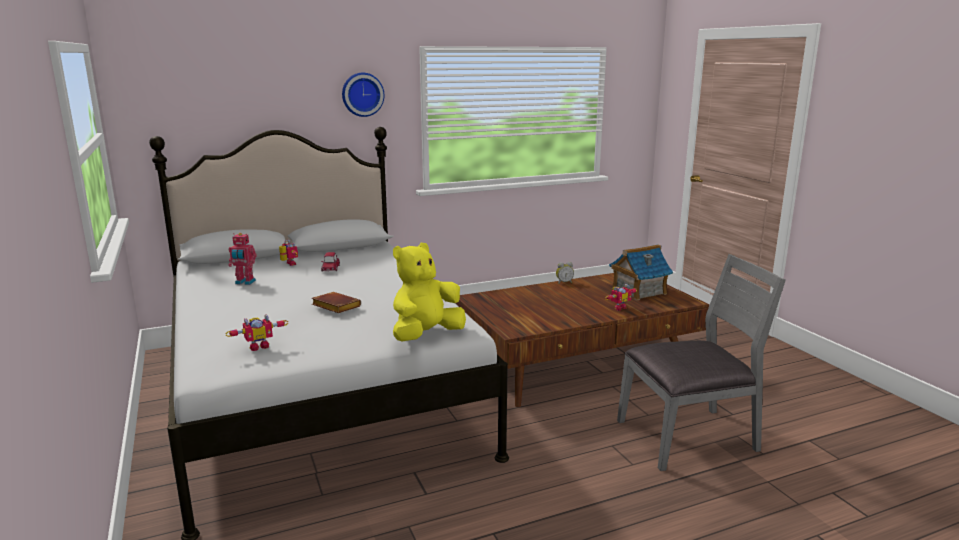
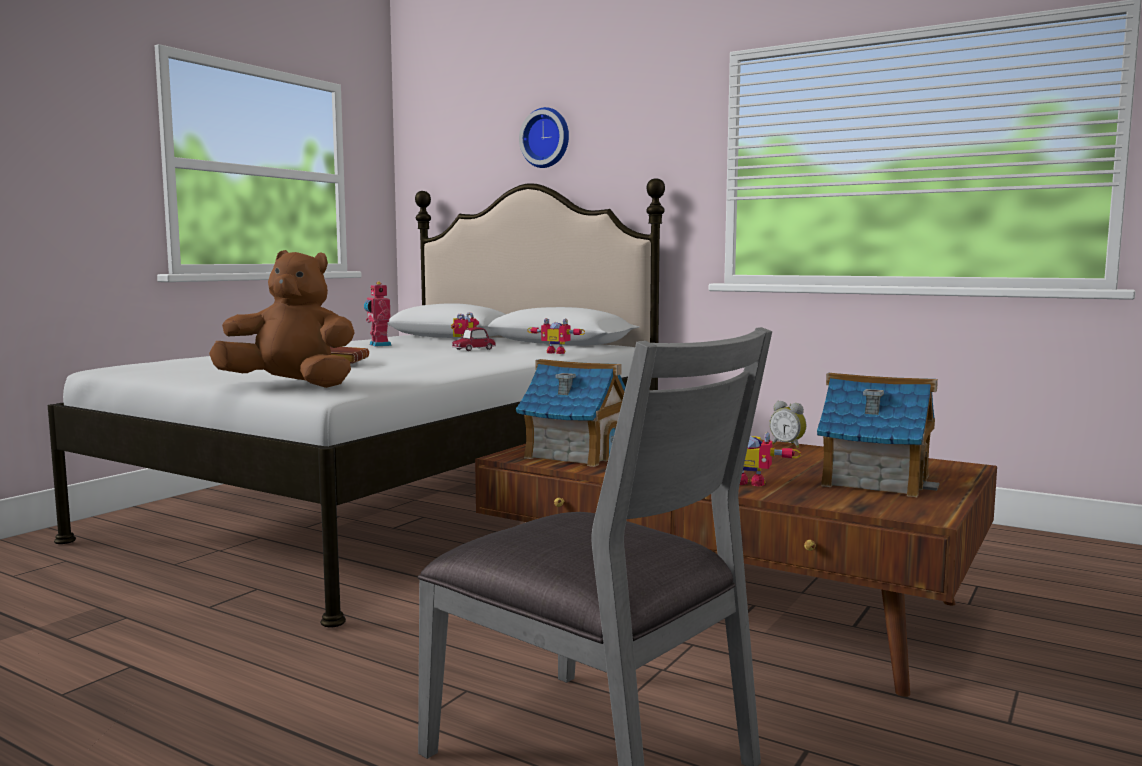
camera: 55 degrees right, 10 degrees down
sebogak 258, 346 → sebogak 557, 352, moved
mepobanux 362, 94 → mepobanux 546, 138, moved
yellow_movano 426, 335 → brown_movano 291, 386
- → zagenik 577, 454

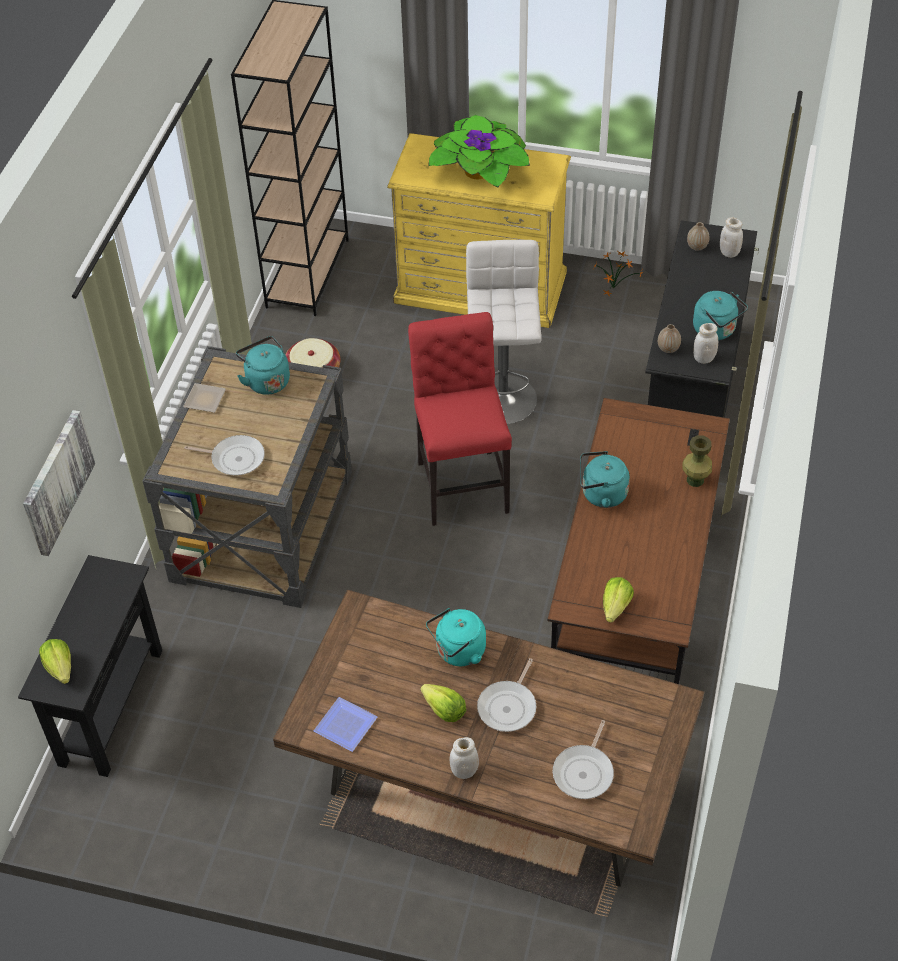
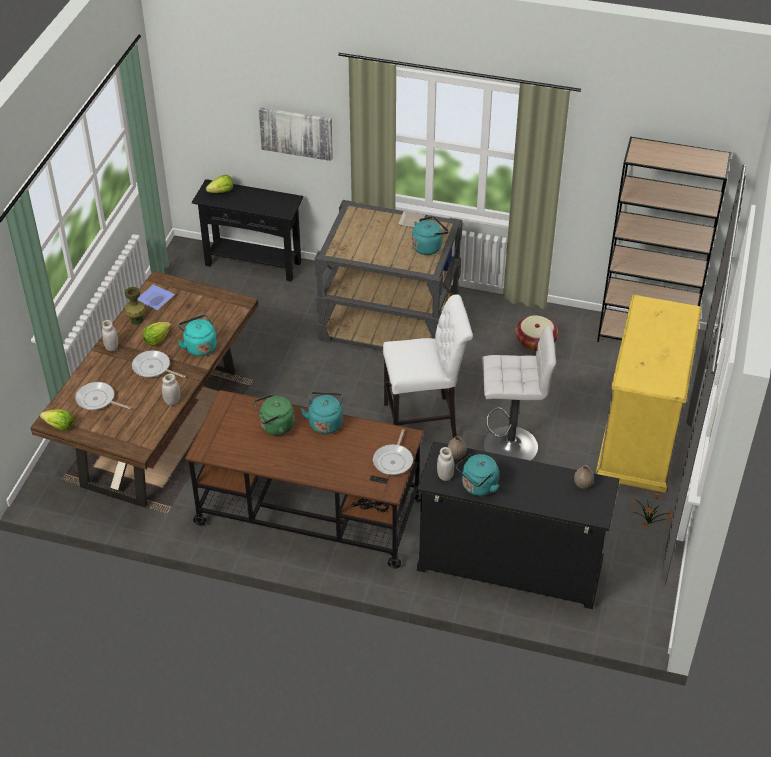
camera: 90 degrees right, 5 degrees down
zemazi 235, 458 → zemazi 394, 460, moved
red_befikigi 462, 482 → white_befikigi 425, 420
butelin 480, 172 → -
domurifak 615, 607 → domurifak 59, 426, moved
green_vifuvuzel 695, 480 → green_vifuvuzel 137, 320, moved
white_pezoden 729, 253 → white_pezoden 172, 401, moved
- → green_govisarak 275, 427

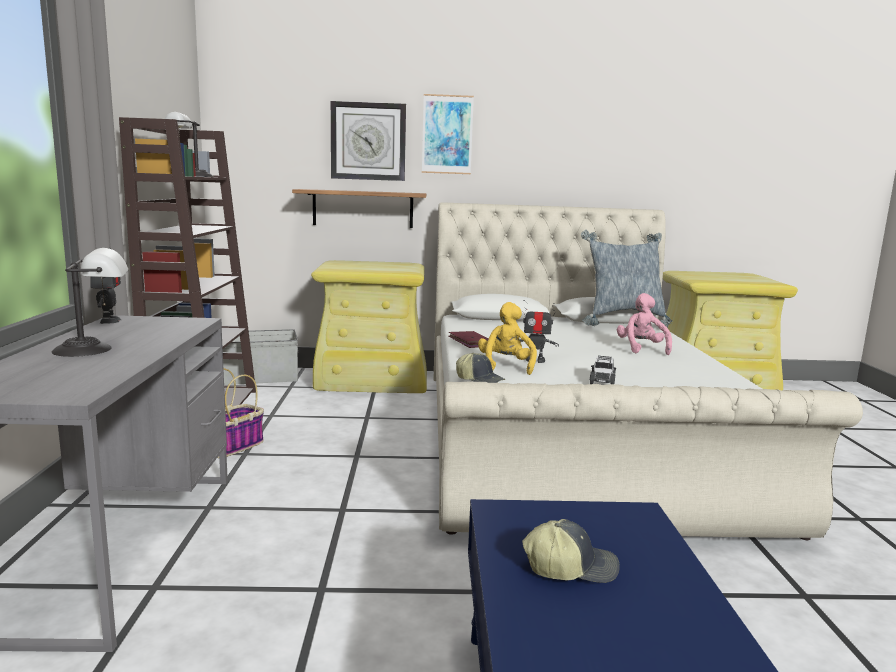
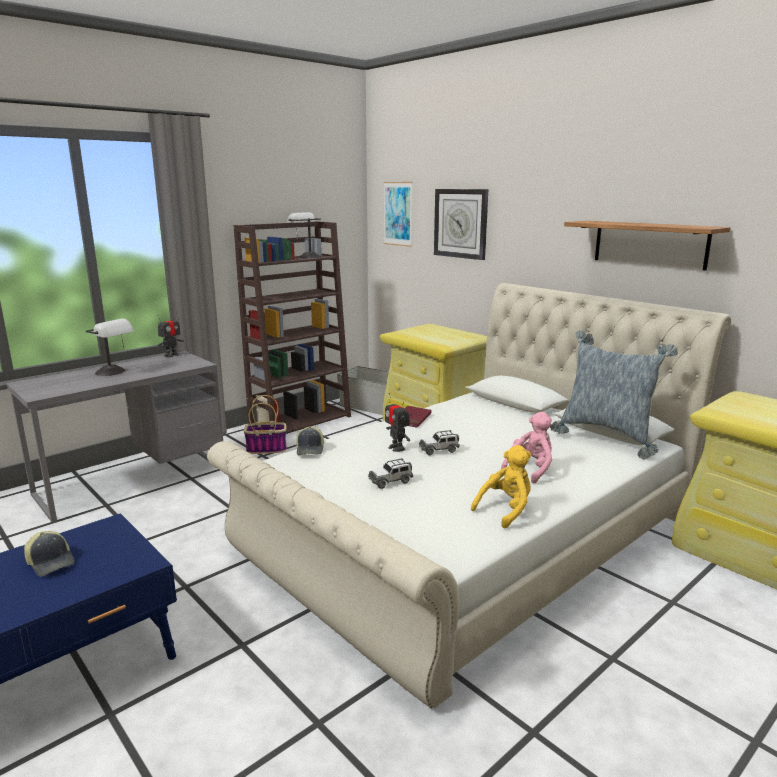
camera: 50 degrees right, 5 degrees up
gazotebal 363, 208 → gazotebal 650, 244, moved
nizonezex 447, 134 → nizonezex 398, 214, moved
yellow_movano 506, 366 → yellow_movano 506, 510, moved
- → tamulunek 439, 450

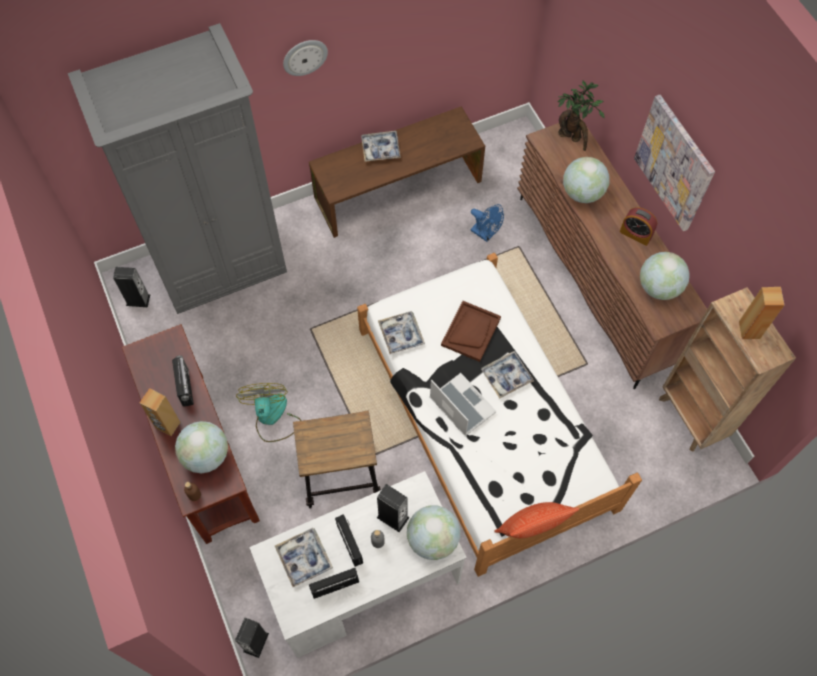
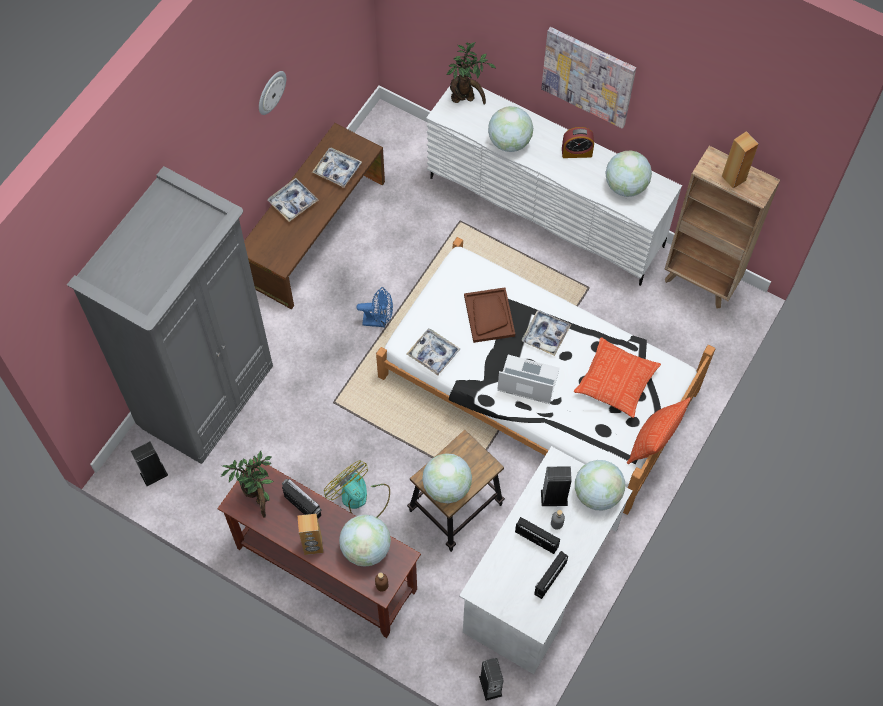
camera: 35 degrees left, 0 degrees up
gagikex 304, 558 → gagikex 337, 170, moved
mepobanux 304, 57 → mepobanux 271, 92, moved
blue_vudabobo 485, 234 → blue_vudabobo 378, 320, moved
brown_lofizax 594, 282 → white_lofizax 545, 214
- → butelin 258, 497
- → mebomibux 446, 487
- → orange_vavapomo 615, 383

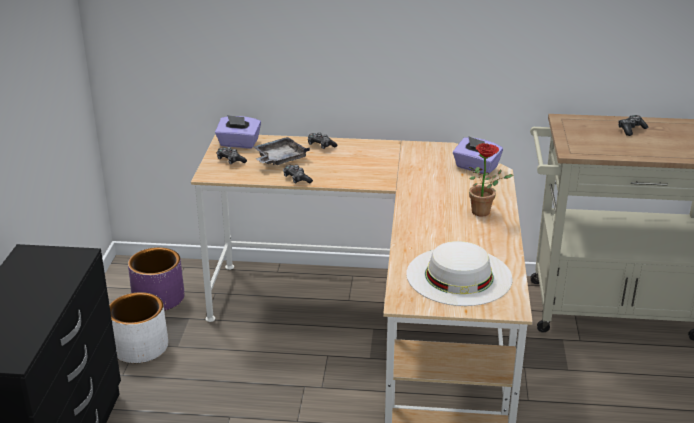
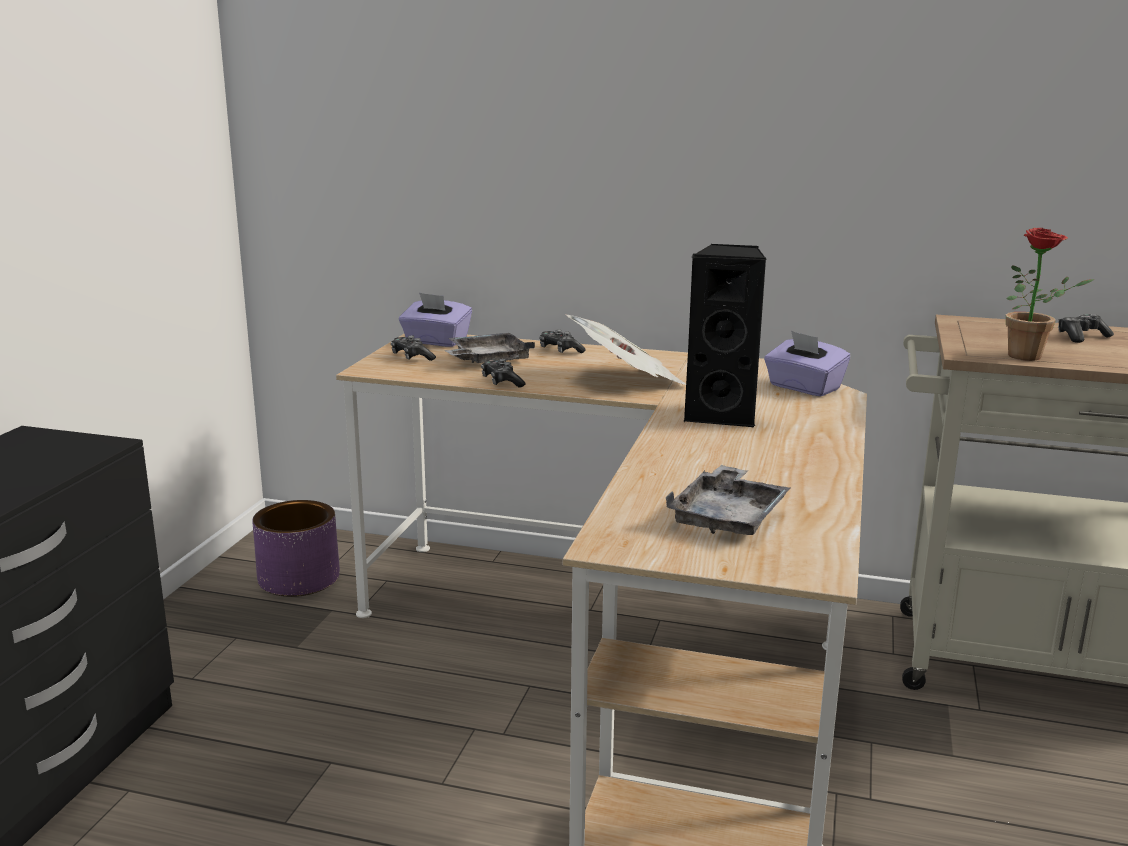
camera: 10 degrees right, 10 degrees down
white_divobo 141, 347 → -
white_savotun 459, 276 → grey_gagikex 728, 517
butelin 485, 212 → butelin 1032, 357, moved
- → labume 627, 381
- → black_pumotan 722, 415

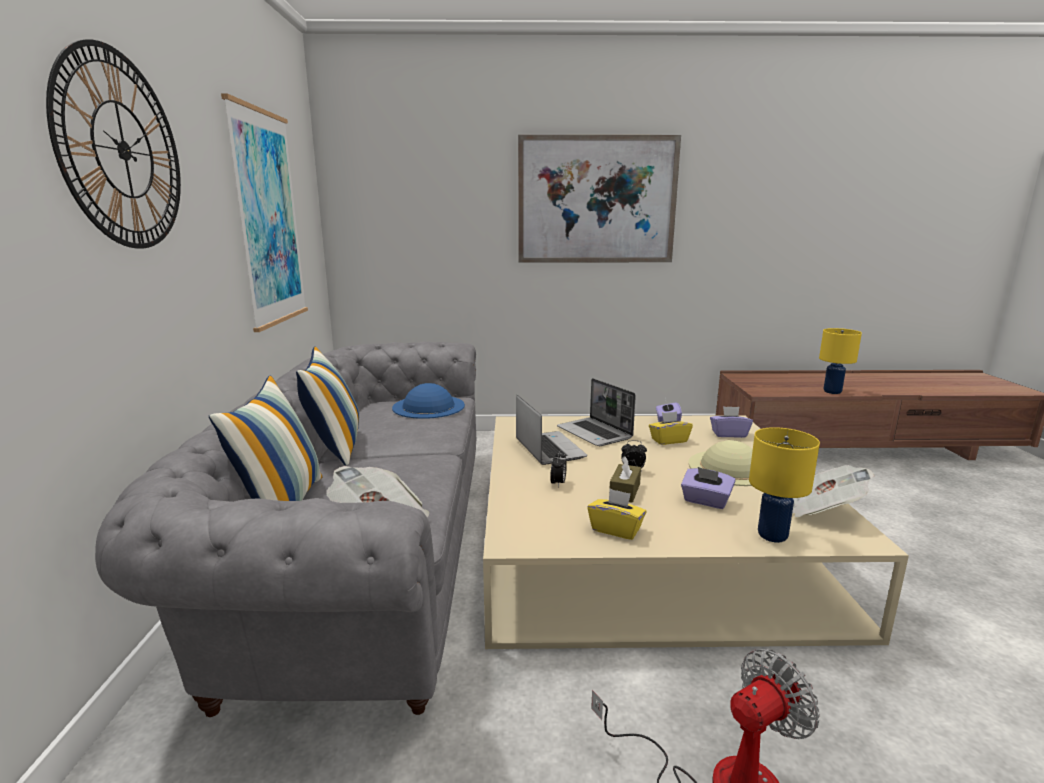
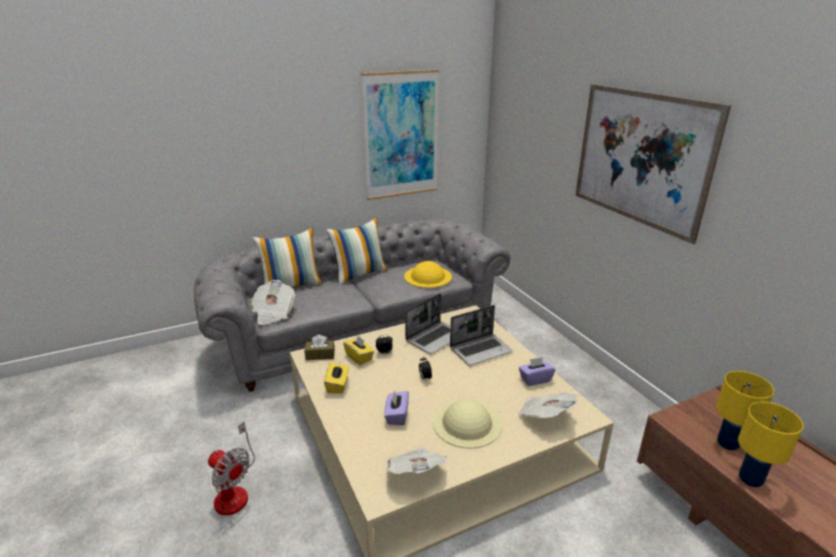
camera: 65 degrees right, 10 degrees up
mepobanux 123, 150 → -
blue_savotun 428, 406 → yellow_savotun 428, 276
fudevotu 595, 433 → fudevotu 481, 350, 150 degrees counterclockwise
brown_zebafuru 624, 491 → brown_zebafuru 320, 355, moved
yellow_zebafuru 669, 440 → yellow_zebafuru 359, 357, moved
purple_zebafuru 729, 434 → labume 545, 416
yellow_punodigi 773, 536 → yellow_punodigi 729, 444, moved

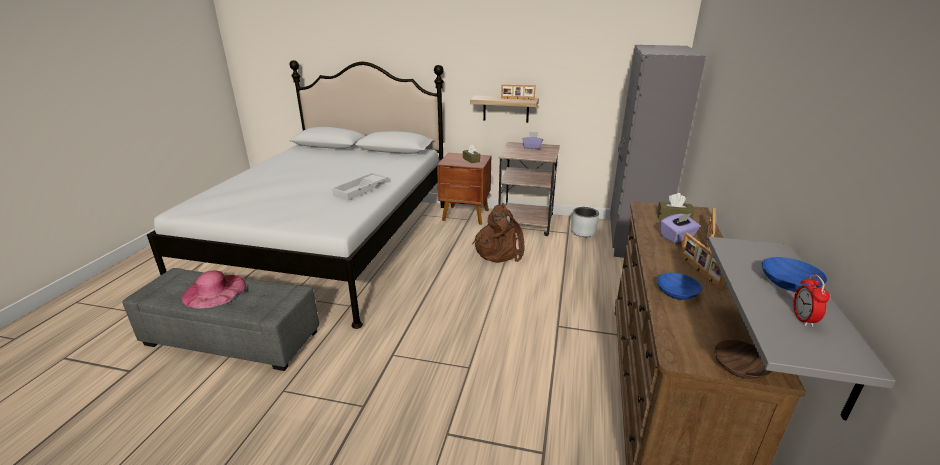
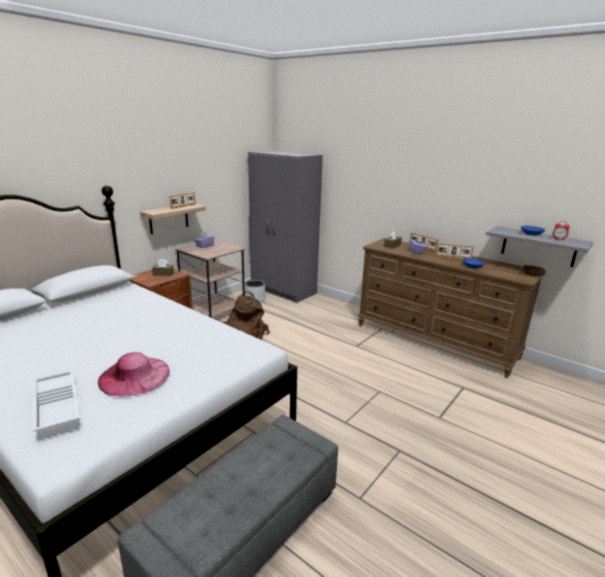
camera: 65 degrees left, 5 degrees down
pink_savotun 214, 291 → pink_savotun 134, 376, moved
white_gagikex 361, 189 → white_gagikex 59, 407, moved

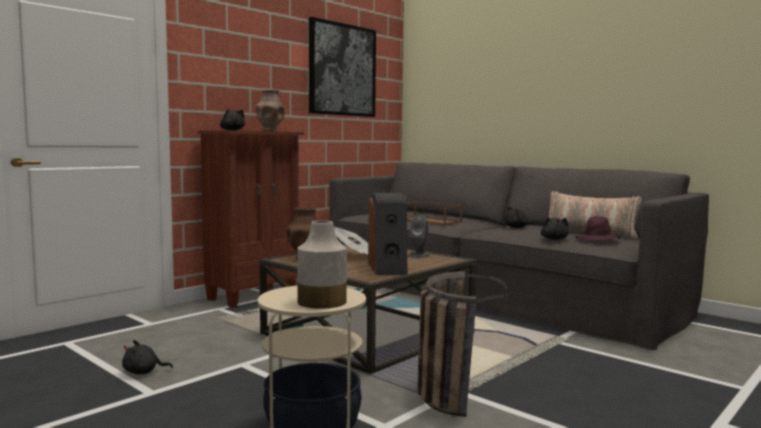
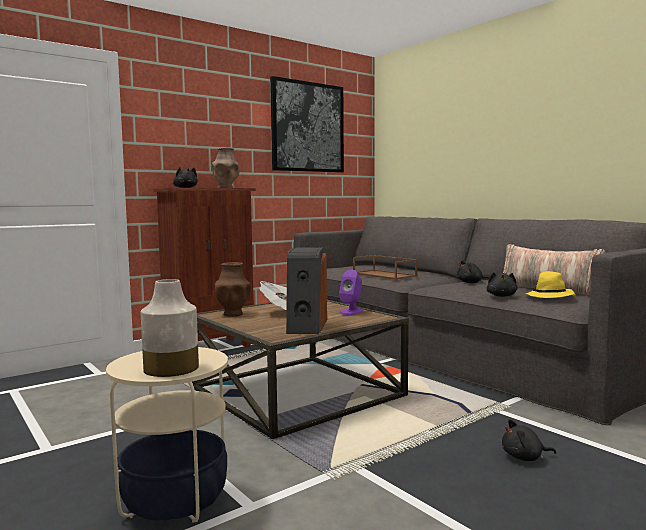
camera: 10 degrees right, 0 degrees up
black_movano 143, 372 → black_movano 524, 457, moved
grey_pumotan 419, 255 → purple_pumotan 351, 311
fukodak 448, 391 → -
purple_savotun 597, 239 → yellow_savotun 550, 297

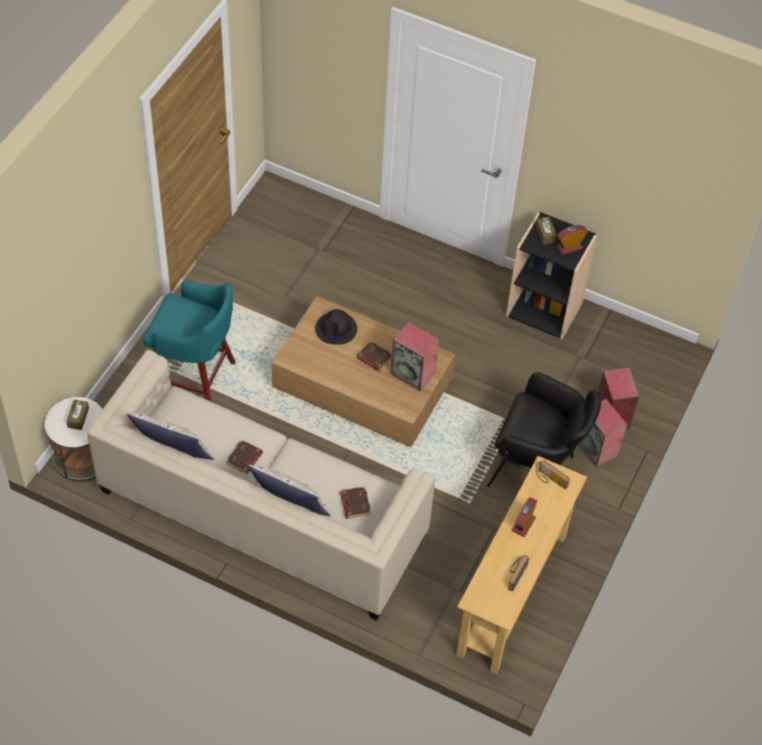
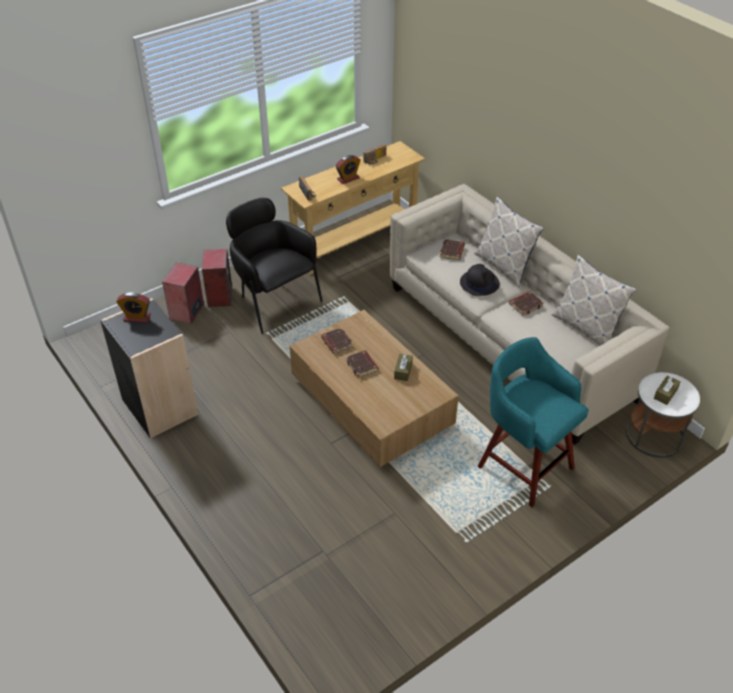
camera: 150 degrees left, 10 degrees down
black_savotun 336, 329 → black_savotun 479, 283, moved
pumotan 413, 373 → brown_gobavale 336, 343
brown_zebafuru 545, 234 → brown_zebafuru 403, 371, moved

